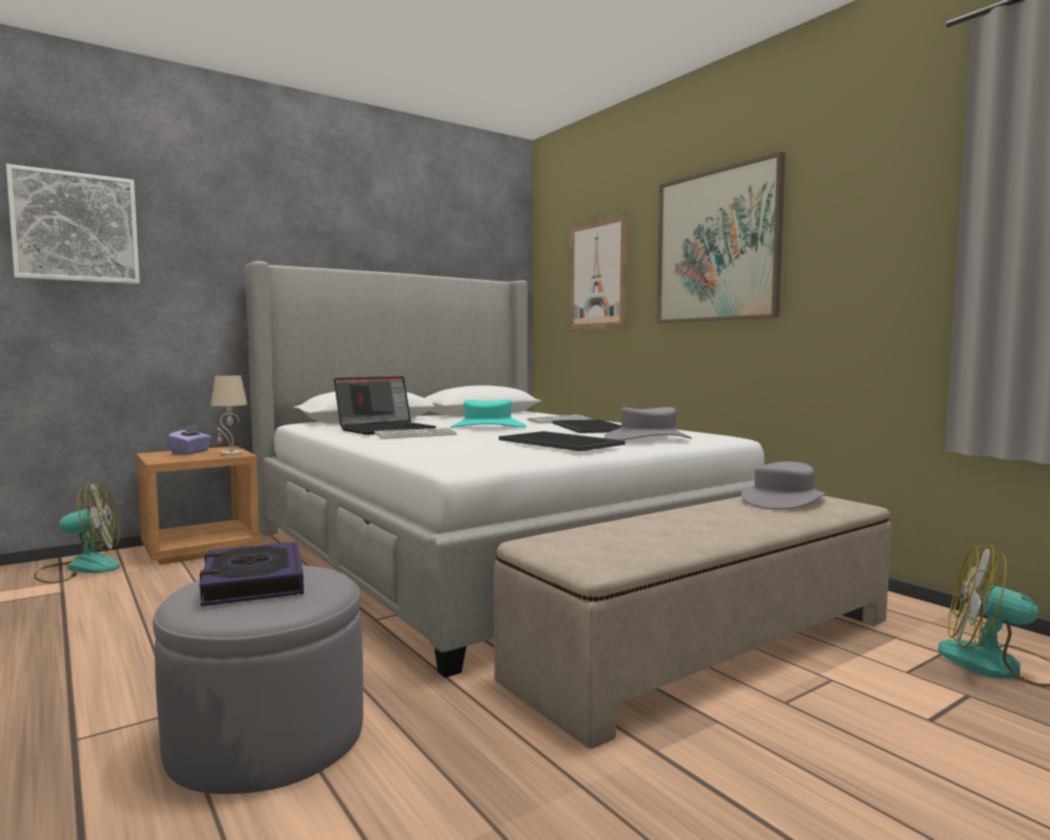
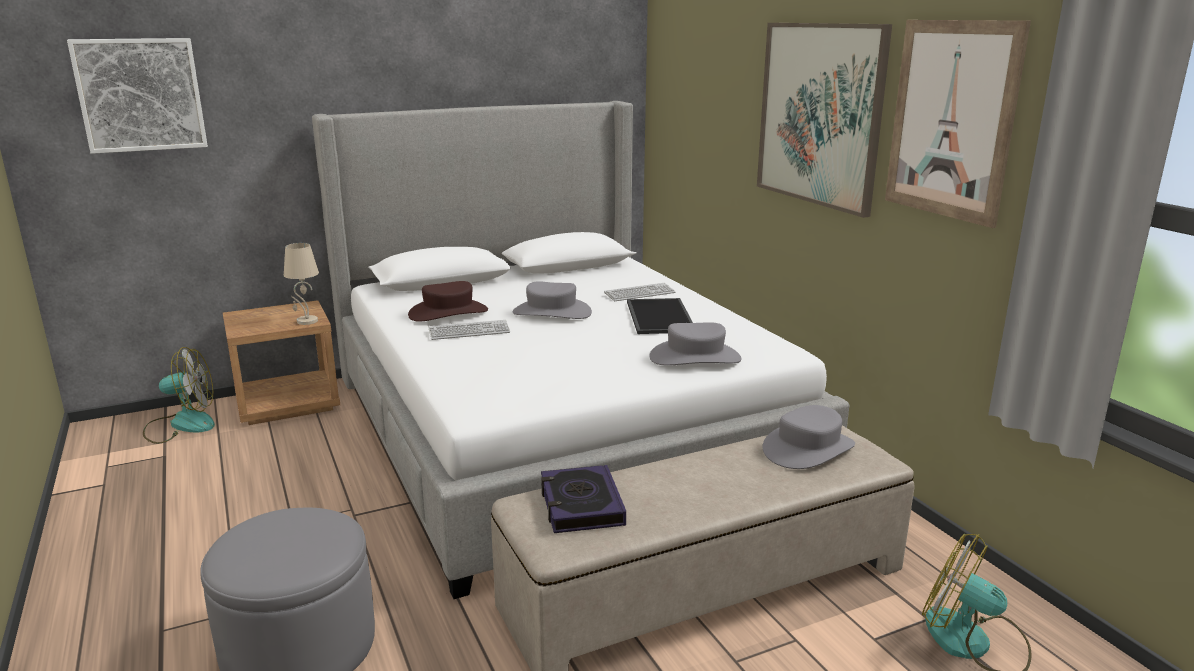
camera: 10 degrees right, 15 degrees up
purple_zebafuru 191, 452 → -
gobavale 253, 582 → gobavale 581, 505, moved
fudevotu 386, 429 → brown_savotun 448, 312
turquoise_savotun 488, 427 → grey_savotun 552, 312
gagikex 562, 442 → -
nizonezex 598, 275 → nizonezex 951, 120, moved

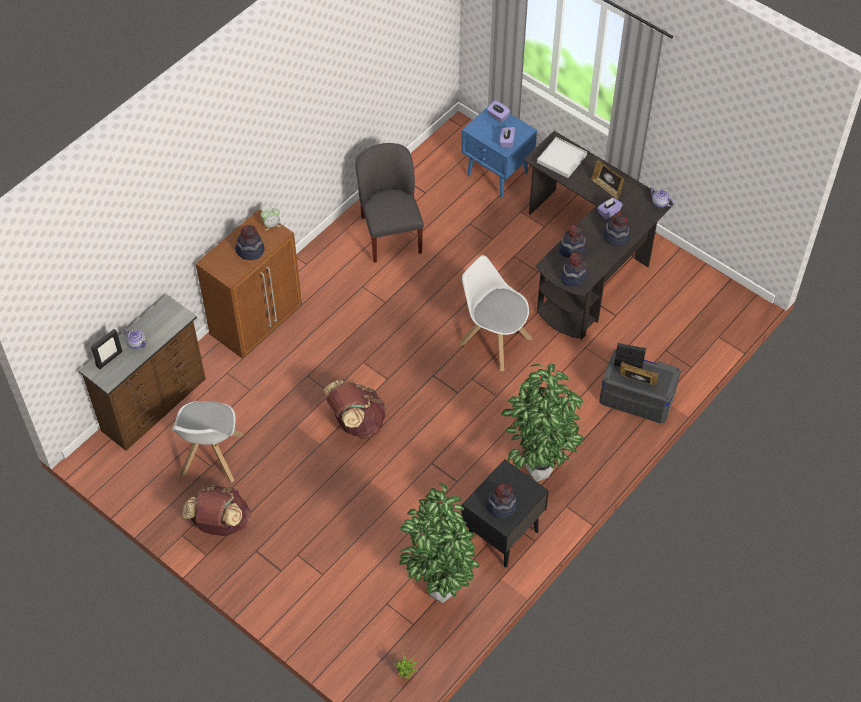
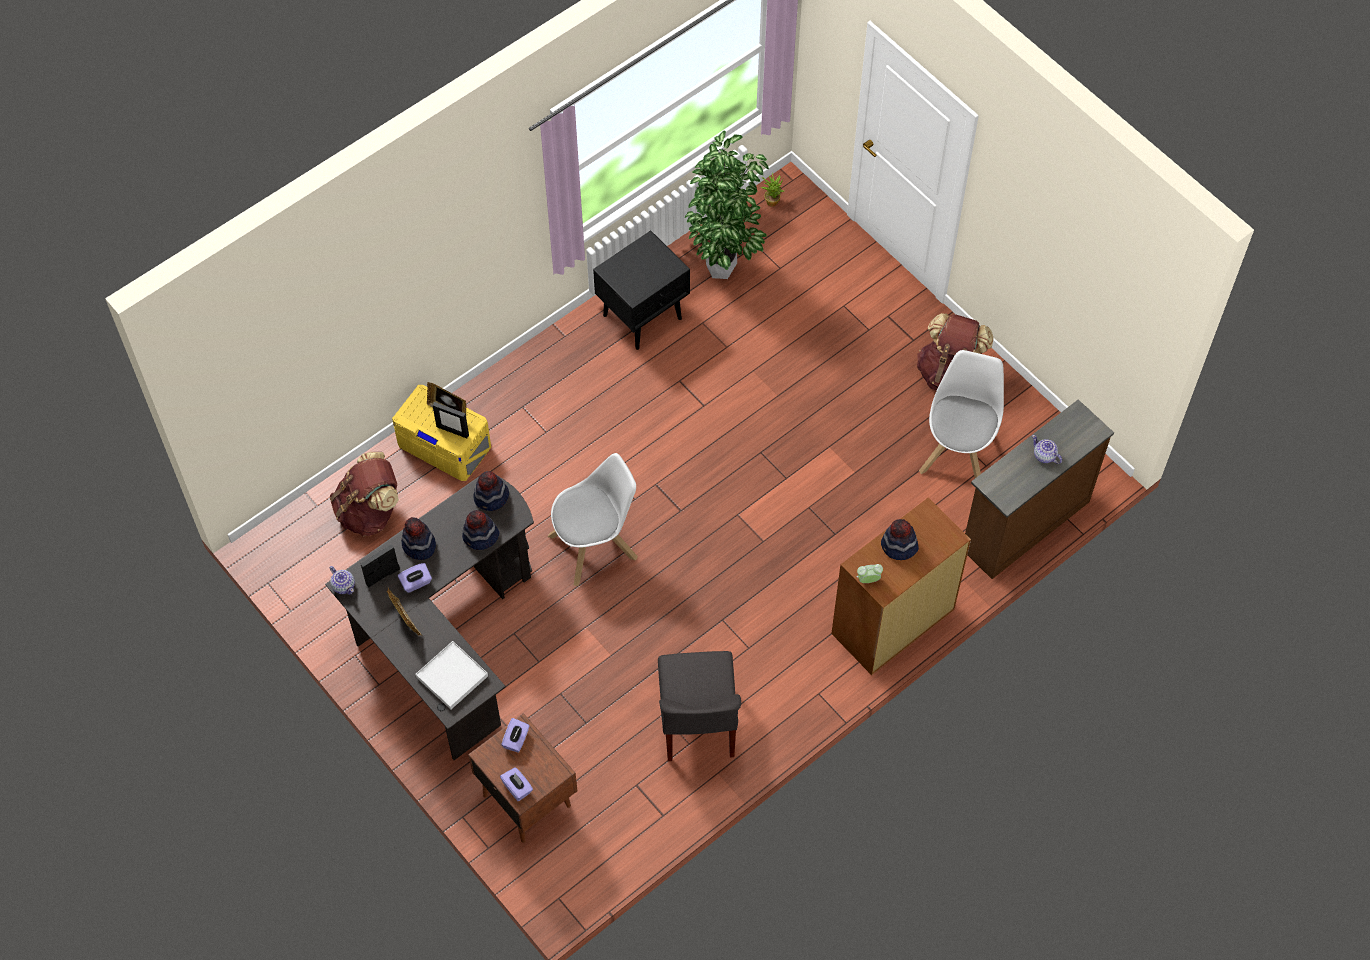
camera: 170 degrees left, 5 degrees up
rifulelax 109, 359 → rifulelax 383, 576, moved
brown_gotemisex 356, 422 → brown_gotemisex 370, 511, moved
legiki 494, 339 → legiki 595, 546, 75 degrees counterclockwise
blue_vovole 497, 174 → brown_vovole 526, 799
savotun 501, 506 → -
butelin 537, 474 → -
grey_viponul 637, 397 → yellow_viponul 444, 445

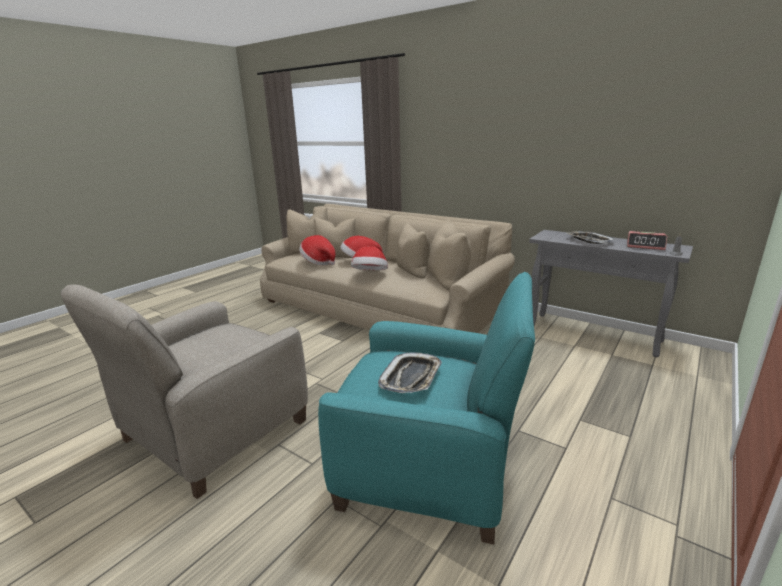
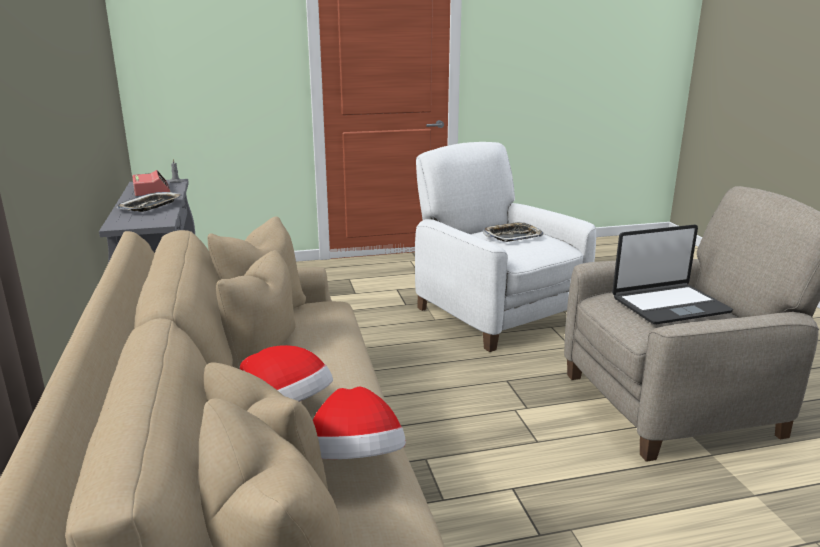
camera: 140 degrees left, 0 degrees up
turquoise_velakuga 430, 467 → white_velakuga 496, 313
savotun 370, 274 → -
- → fudevotu 669, 305

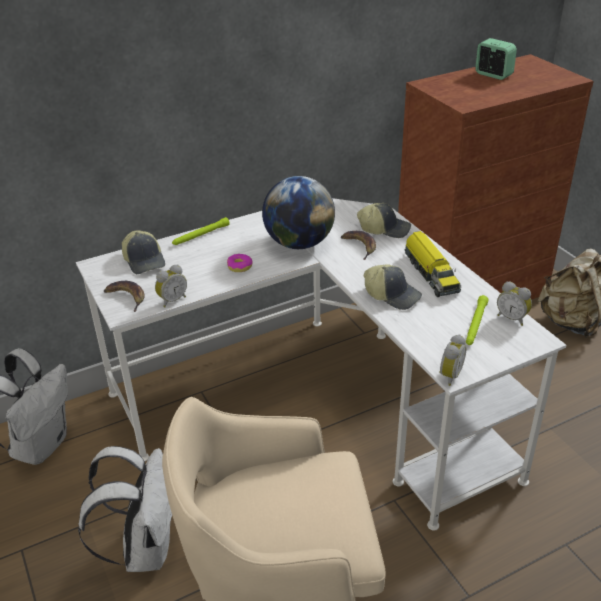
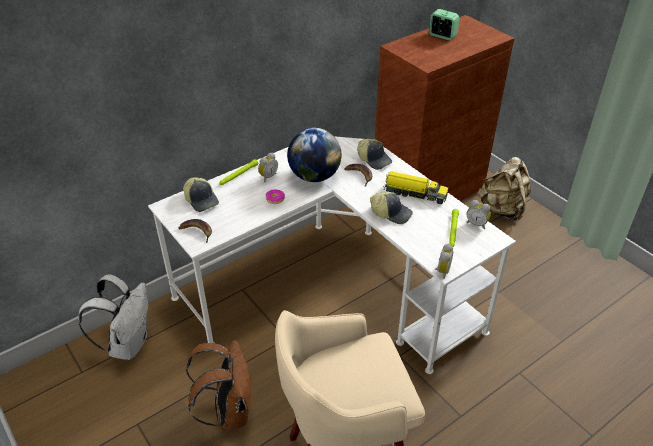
camera: 10 degrees left, 5 degrees up
white_gotemisex 144, 547 → brown_gotemisex 229, 411
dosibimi 172, 300 → dosibimi 267, 176, moved
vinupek 384, 229 → vinupek 374, 159, 45 degrees clockwise
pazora 430, 273 → pazora 414, 193, 45 degrees counterclockwise

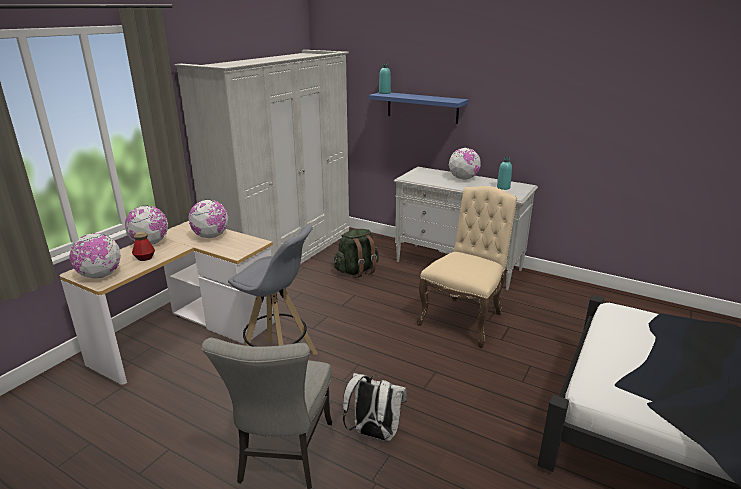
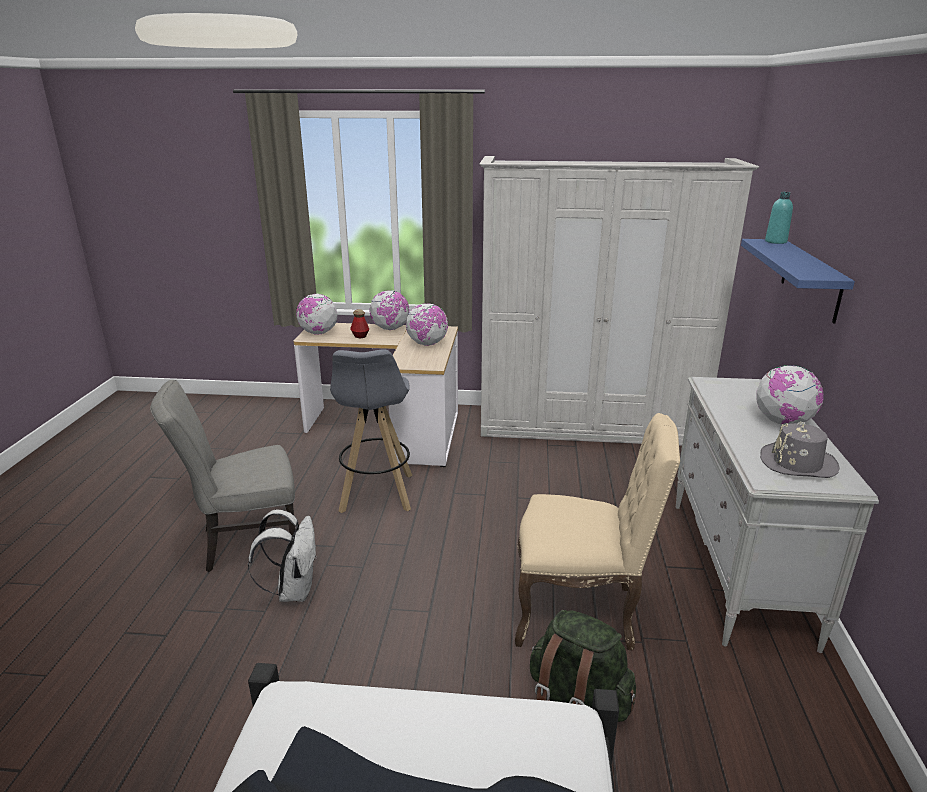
camera: 65 degrees right, 0 degrees up
green_gotemisex 357, 271 → green_gotemisex 577, 701, moved
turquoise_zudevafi 503, 187 → grey_savotun 798, 463

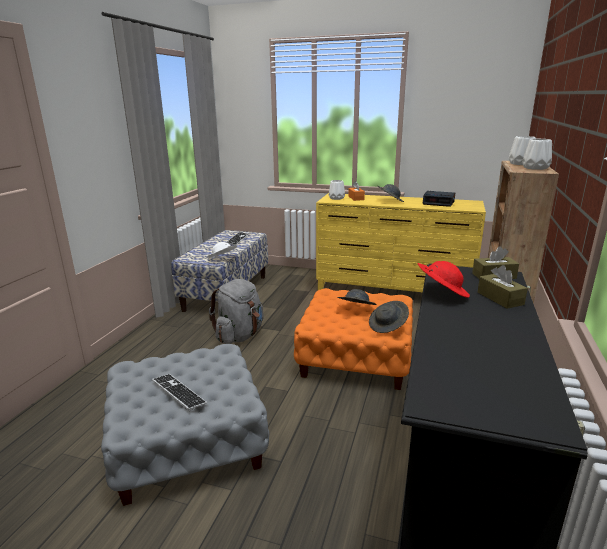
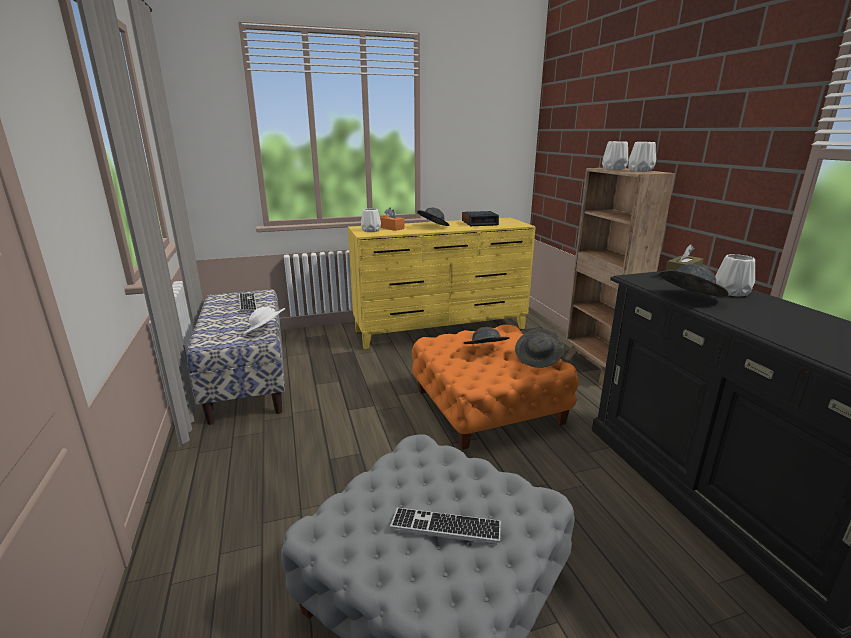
camera: 35 degrees left, 0 degrees up
grey_gotemisex 240, 335 → -
red_savotun 441, 293 → grey_savotun 688, 298
brown_zebafuru 500, 298 → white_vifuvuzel 732, 292

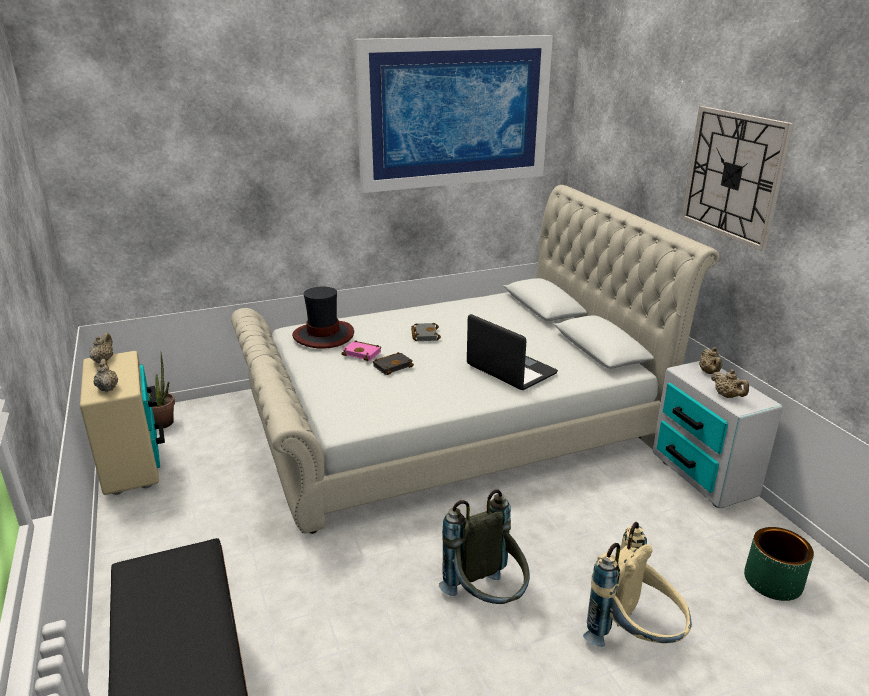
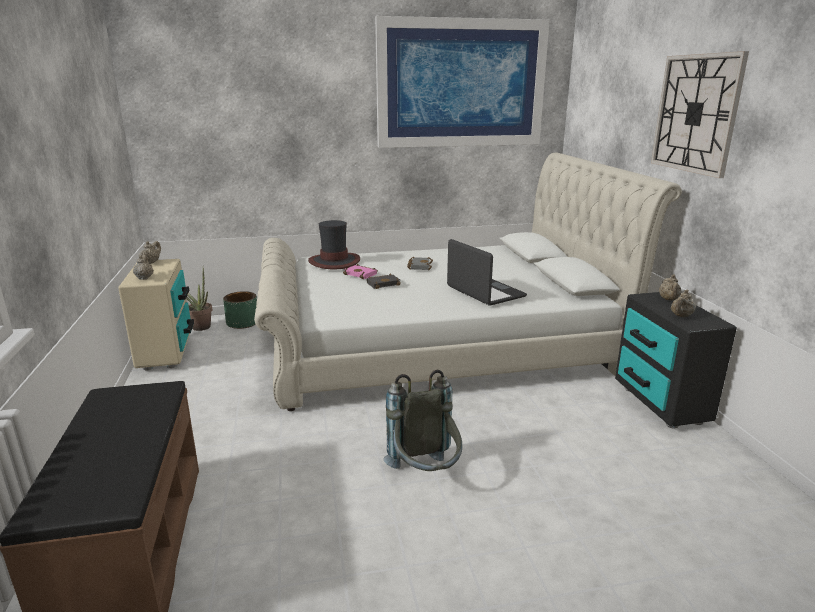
camera: 10 degrees right, 5 degrees down
beige_gotemisex 635, 639 → -
white_vovole 701, 480 → black_vovole 659, 405
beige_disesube 727, 396 → beige_disesube 681, 316, 60 degrees clockwise
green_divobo 772, 581 → green_divobo 243, 323, moved

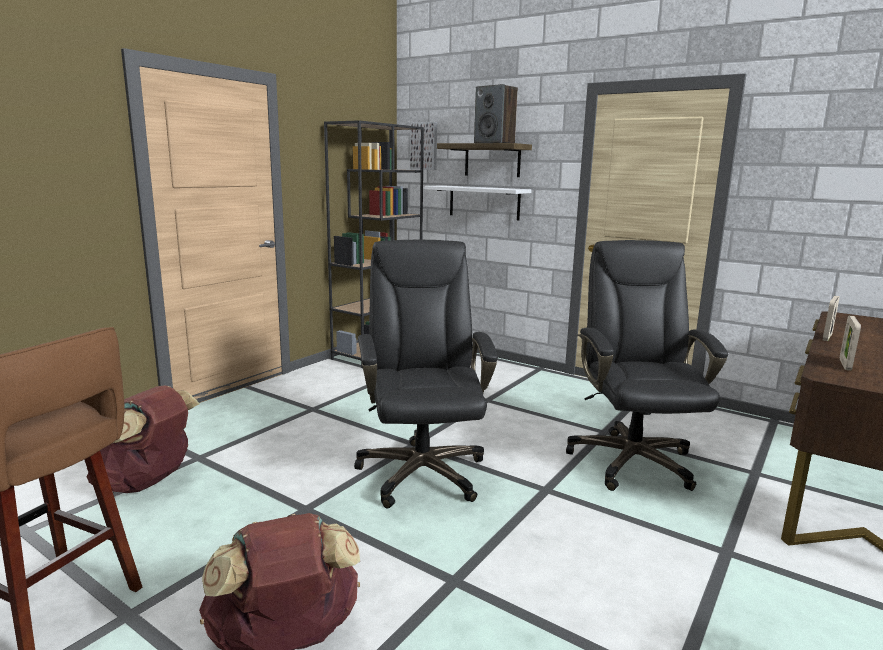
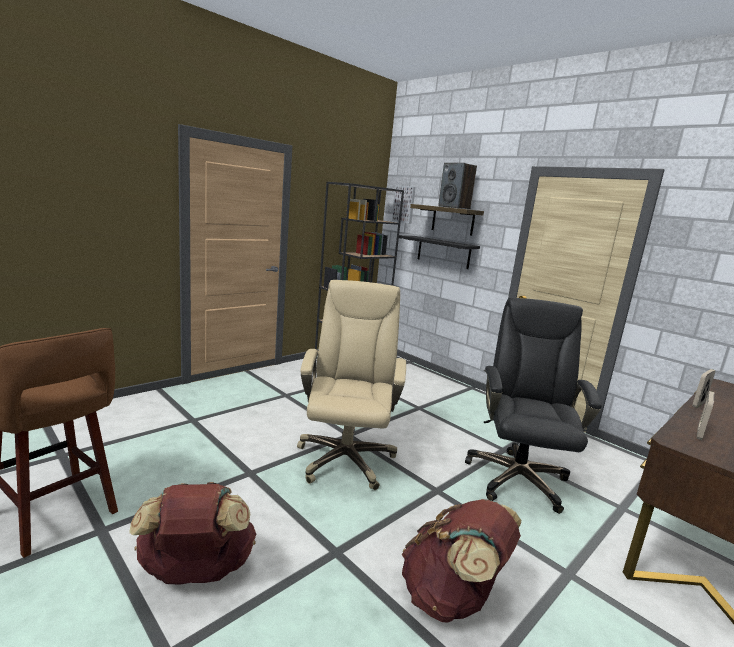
camera: 10 degrees right, 0 degrees up
brown_gotemisex 147, 482 → brown_gotemisex 451, 598, moved
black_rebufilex 423, 476 → beige_rebufilex 345, 462
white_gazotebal 484, 202 → black_gazotebal 443, 252

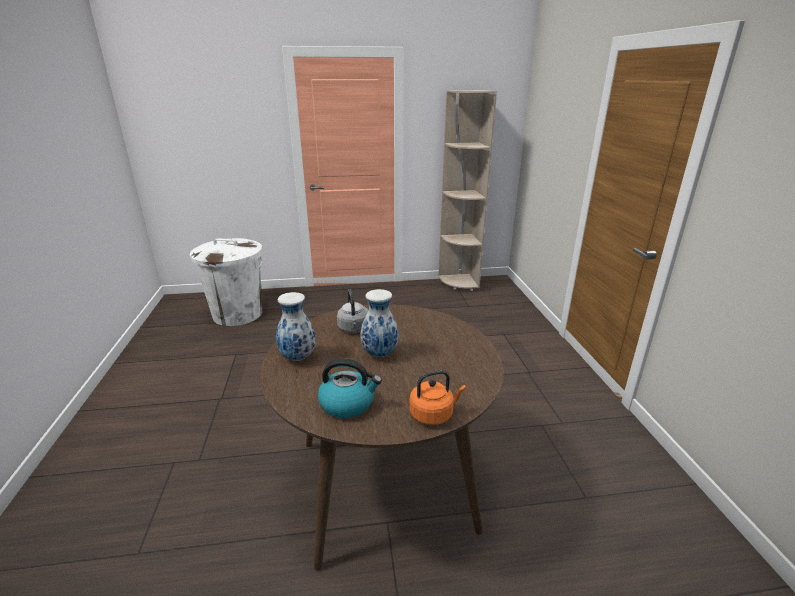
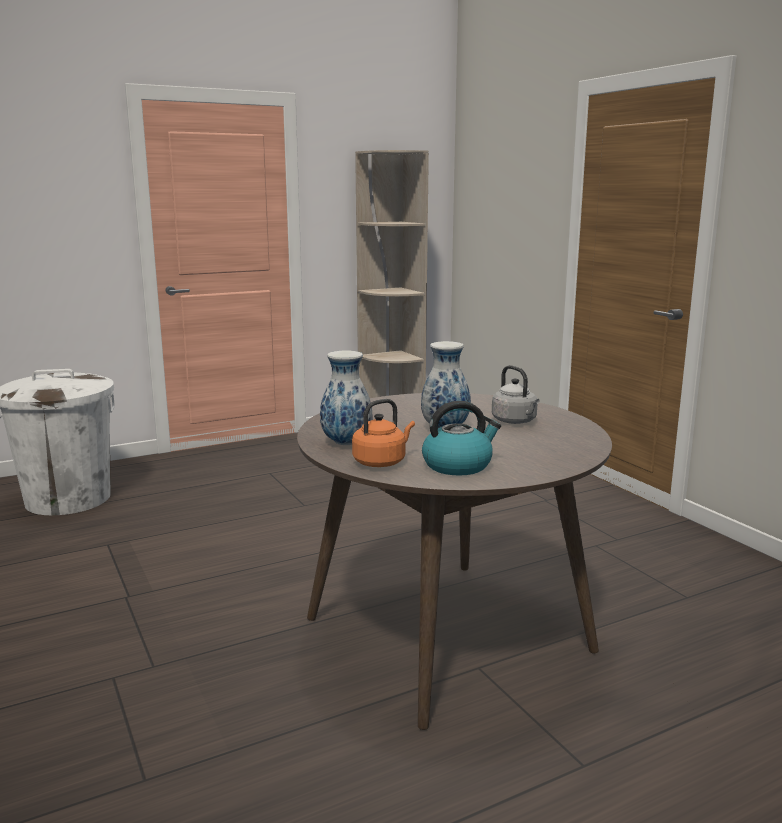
camera: 20 degrees left, 10 degrees down
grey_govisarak 354, 329 → grey_govisarak 515, 421, moved
orange_govisarak 433, 414 → orange_govisarak 381, 462, moved

